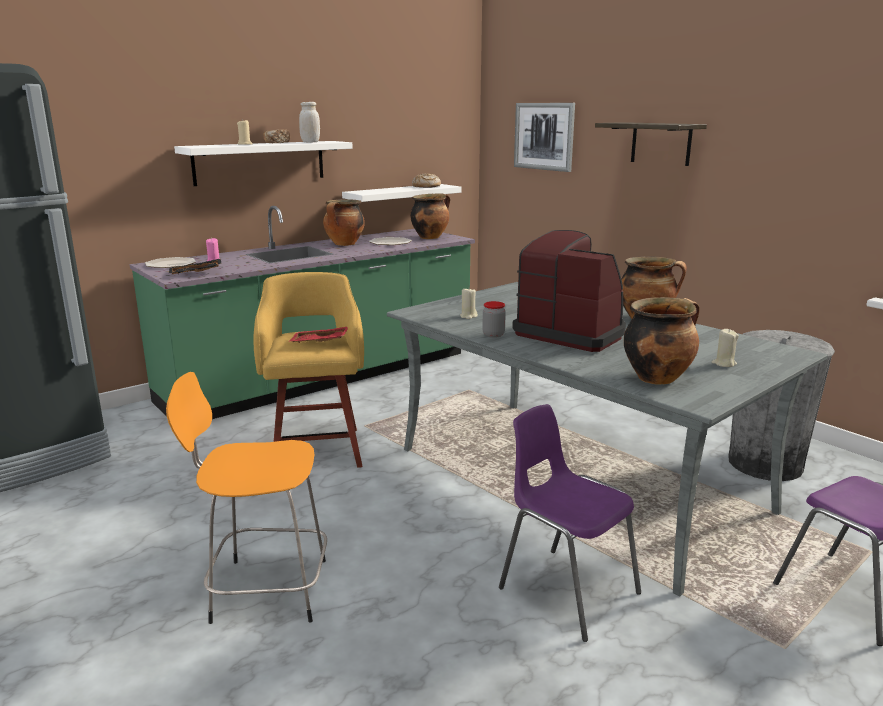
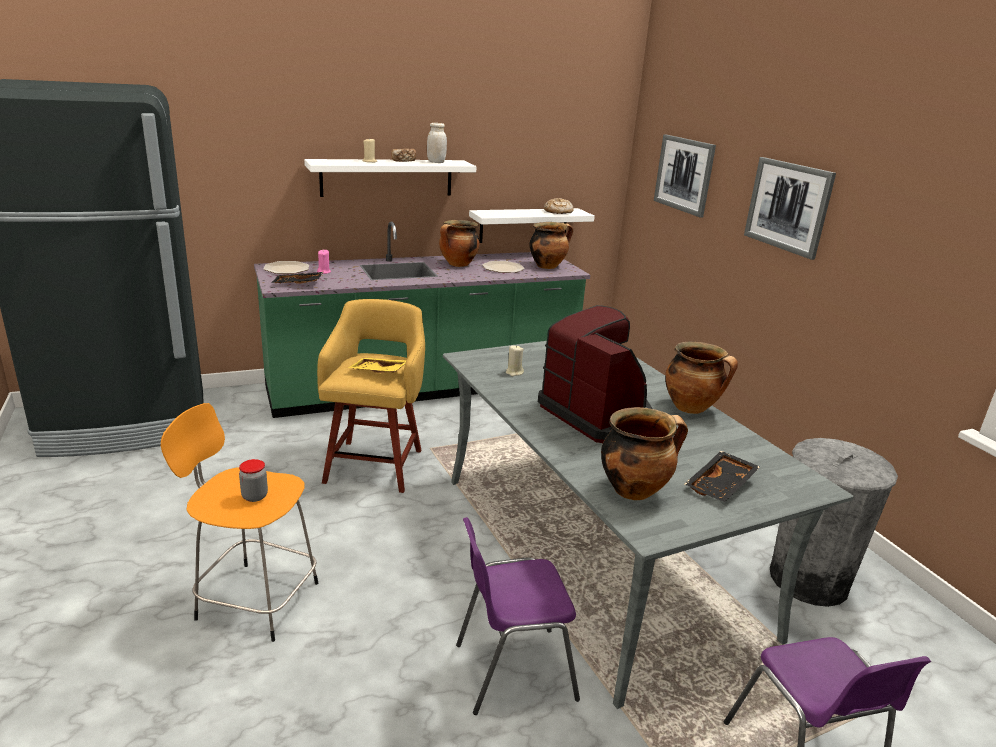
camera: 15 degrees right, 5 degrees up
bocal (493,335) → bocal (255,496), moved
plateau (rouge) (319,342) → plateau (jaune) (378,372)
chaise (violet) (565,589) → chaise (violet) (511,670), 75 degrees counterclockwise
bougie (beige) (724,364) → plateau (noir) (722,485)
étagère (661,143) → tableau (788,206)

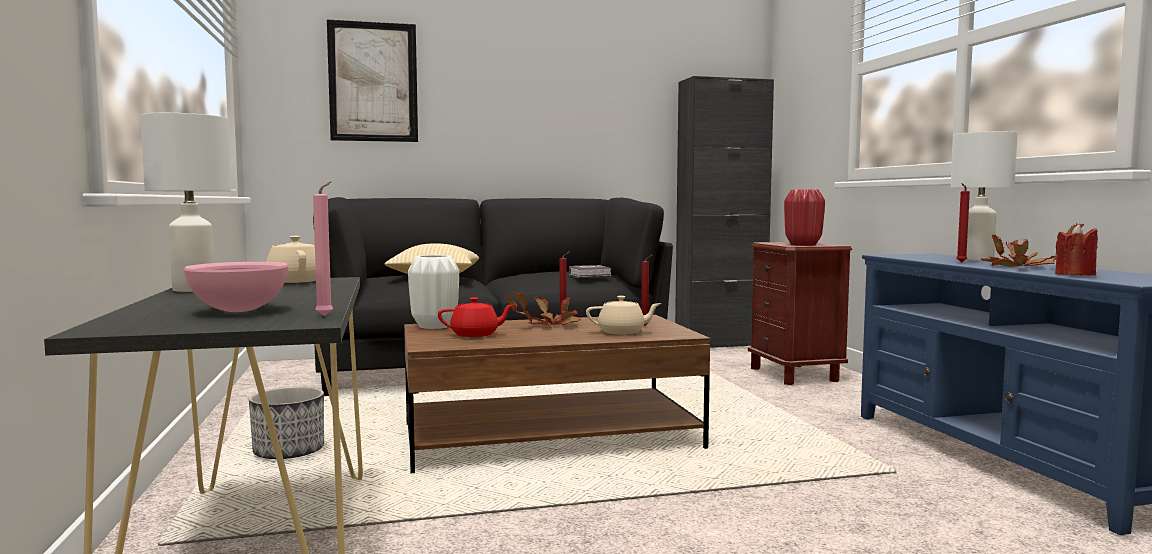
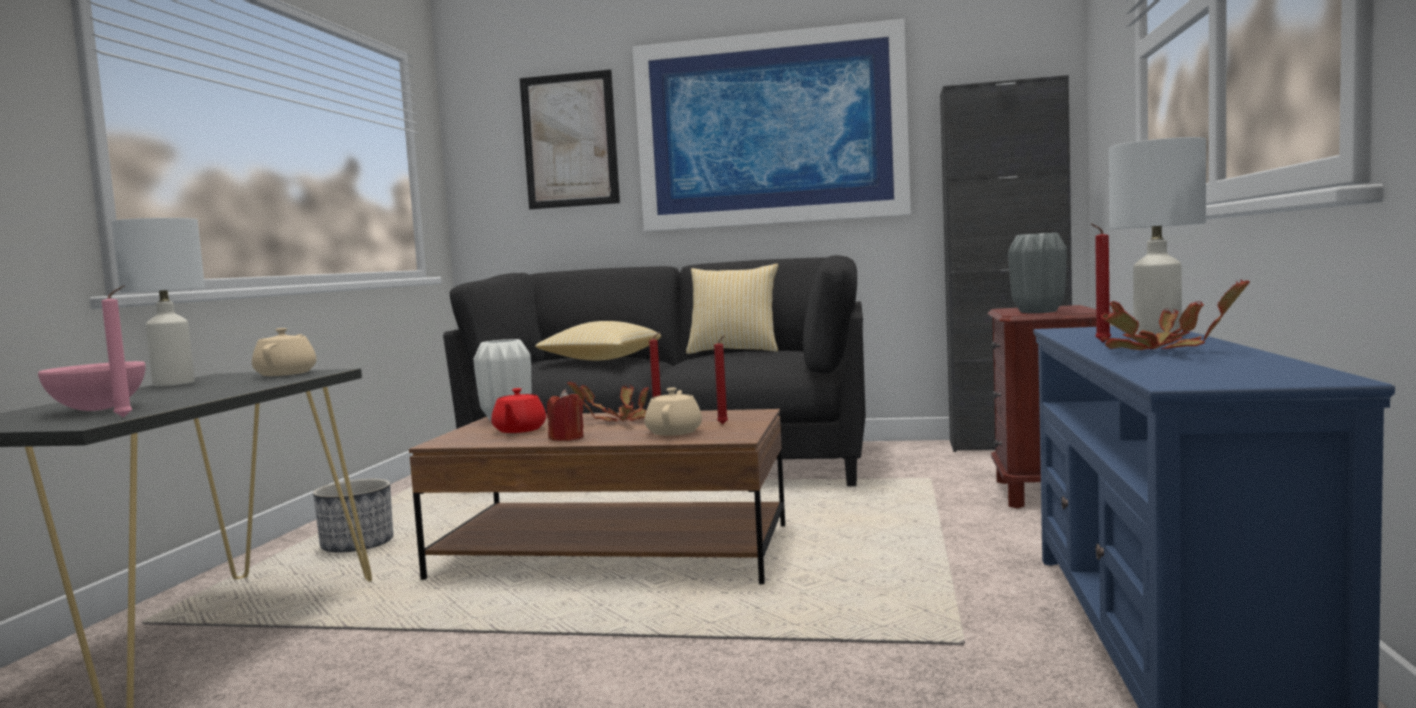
camera: 25 degrees right, 0 degrees up
théière (rouge) (476,334) → théière (rouge) (519,430), 75 degrees clockwise
bougie (rouge) (1075,275) → bougie (rouge) (567,438), moved
- → tableau (770,130)
théière (beige) (622,332) → théière (beige) (674,432), 105 degrees counterclockwise
- → coussin (735,351)
vase (rouge) (803,245) → vase (gris) (1037,312)
livre (591,276) → -

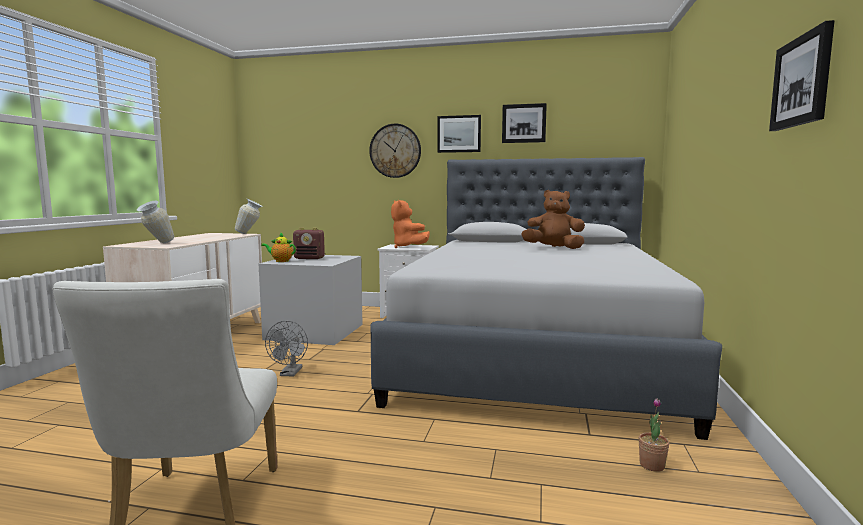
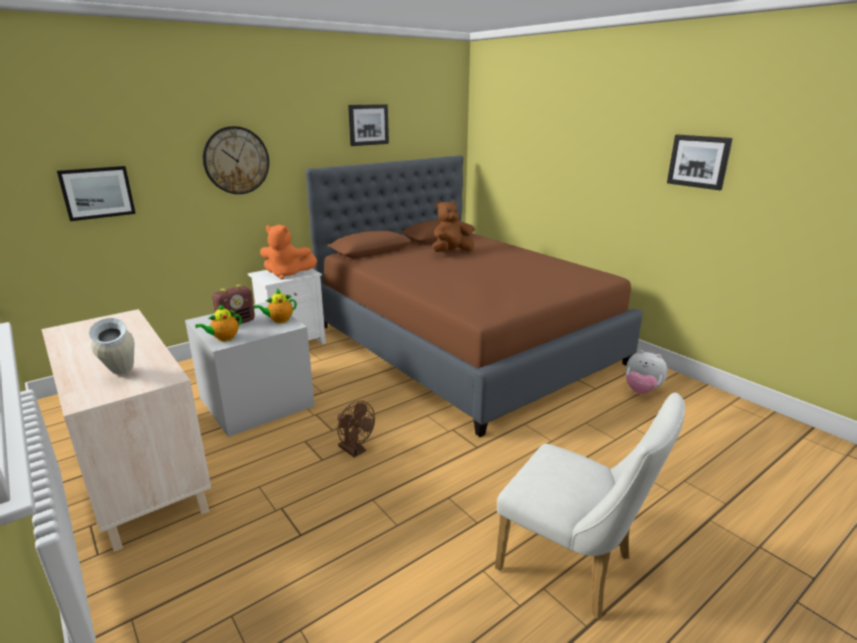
camera: 50 degrees left, 15 degrees up
tableau (459,134) → tableau (97,192), moved
- → théière (279,320)
lit (gris) (535,354) → lit (marron) (464,344)
ventilateur (gris) (290,373) → ventilateur (marron) (355,451)
plante en pot (652,465) → peluche (641,391)
vase (250,233) → -

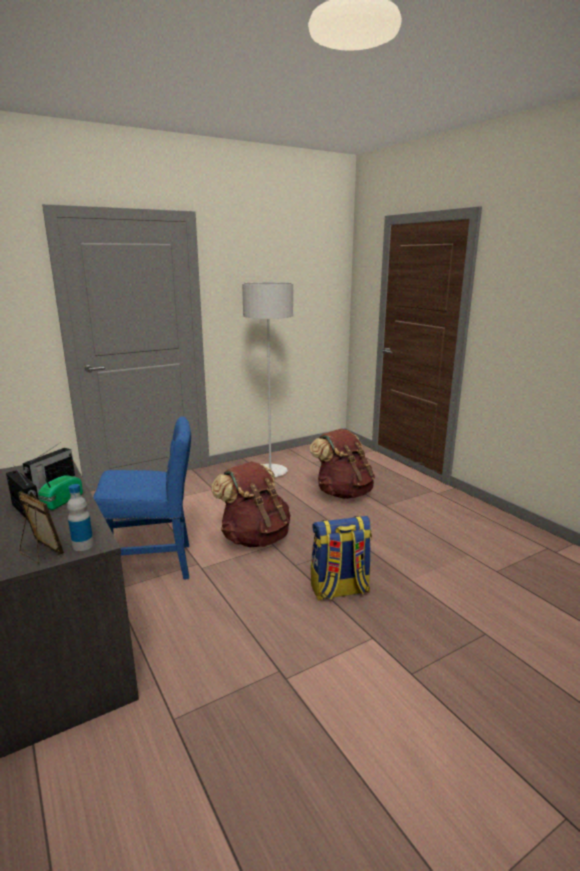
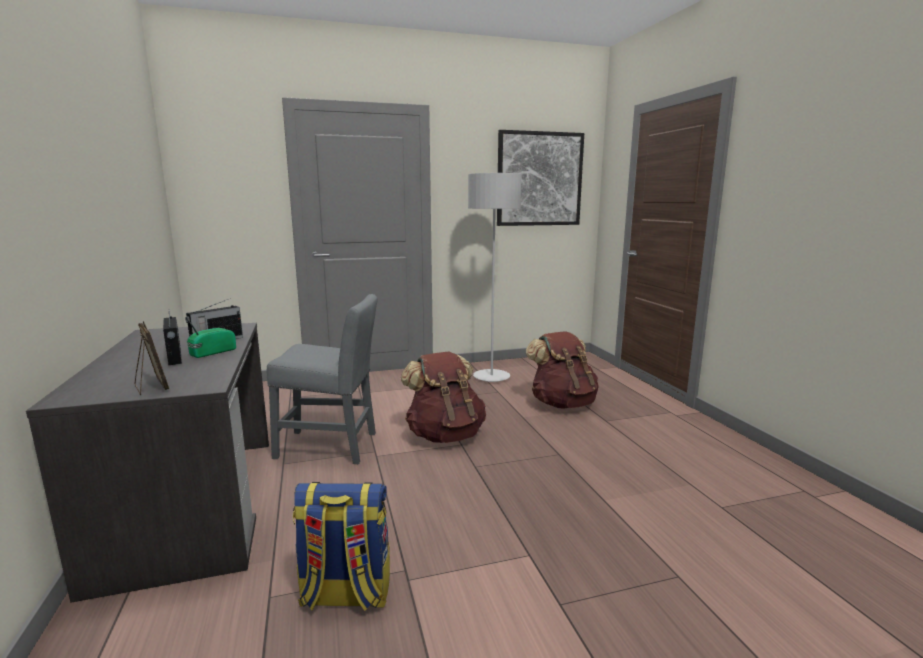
camera: 15 degrees right, 5 degrees down
chaise (bleu) (153,564) → chaise (gris) (332,446)
sac à dos (339,590) → sac à dos (345,594), moved
- → tableau (539,179)
bouteille (83,545) → -

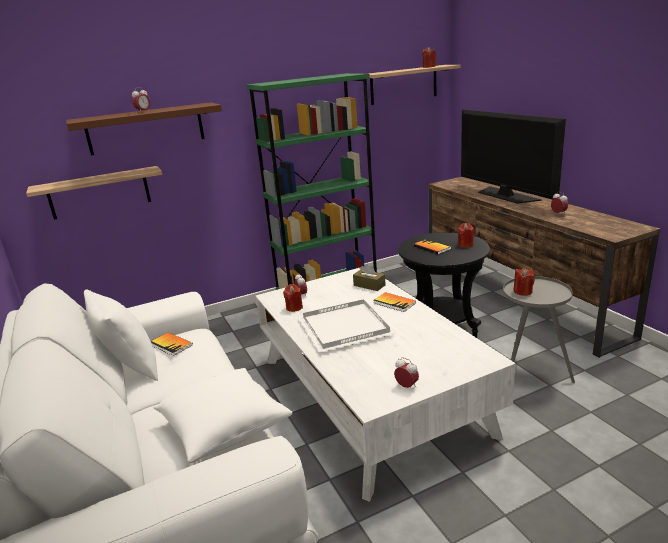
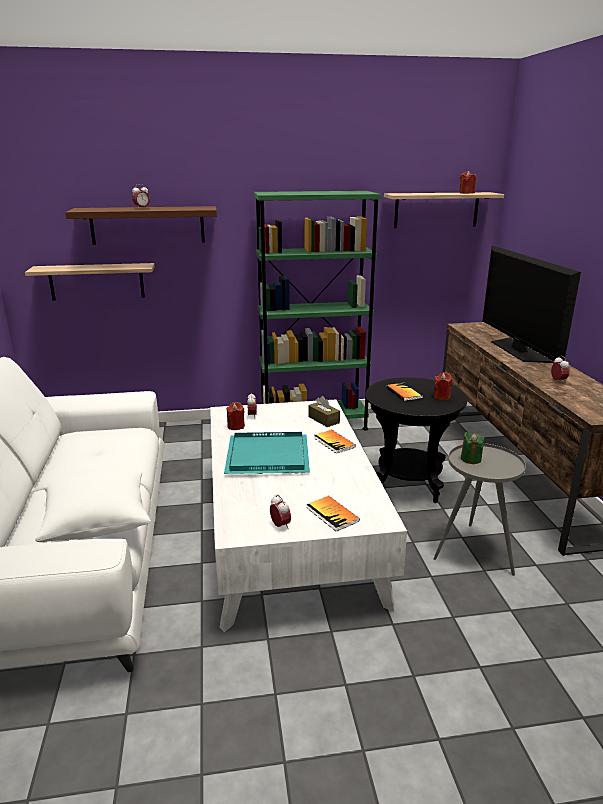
camera: 15 degrees right, 0 degrees up
plateau (blanc) (347,328) → plateau (turquoise) (269,457)
livre (171,345) → livre (332,514), moved
bougie (rouge) (523,291) → bougie (vert) (471,459)
coussin (blanc) (130,368) → -

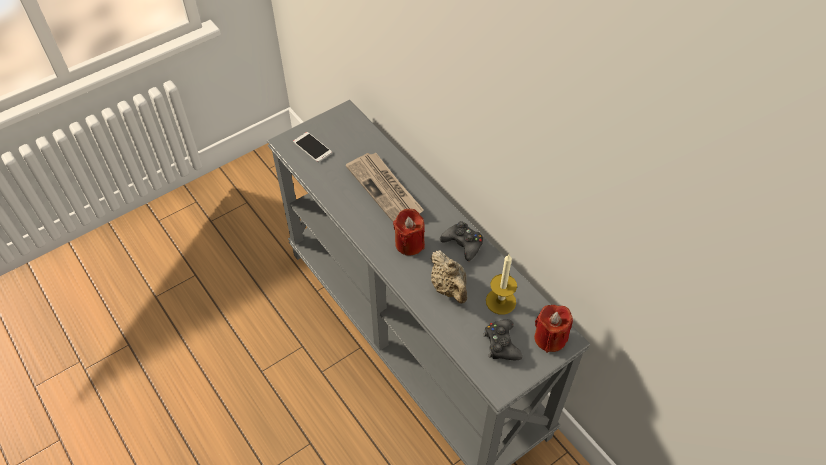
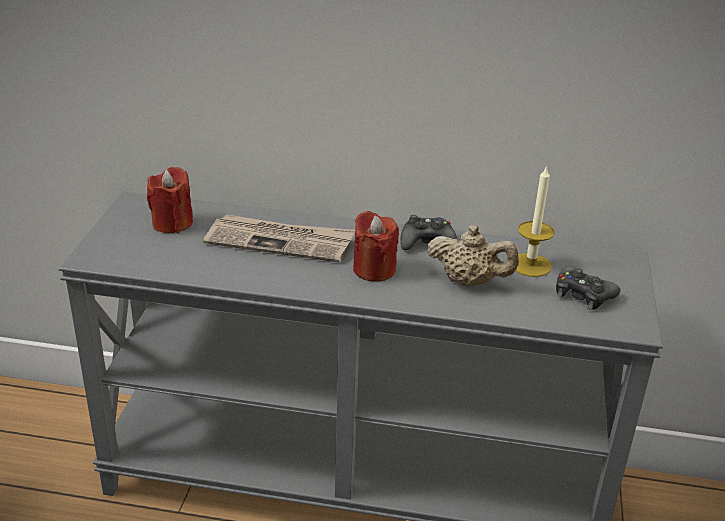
camera: 45 degrees left, 20 degrees down
bougie (rouge) (550,338) → bougie (rouge) (172,223), moved
téléphone (312,147) → -

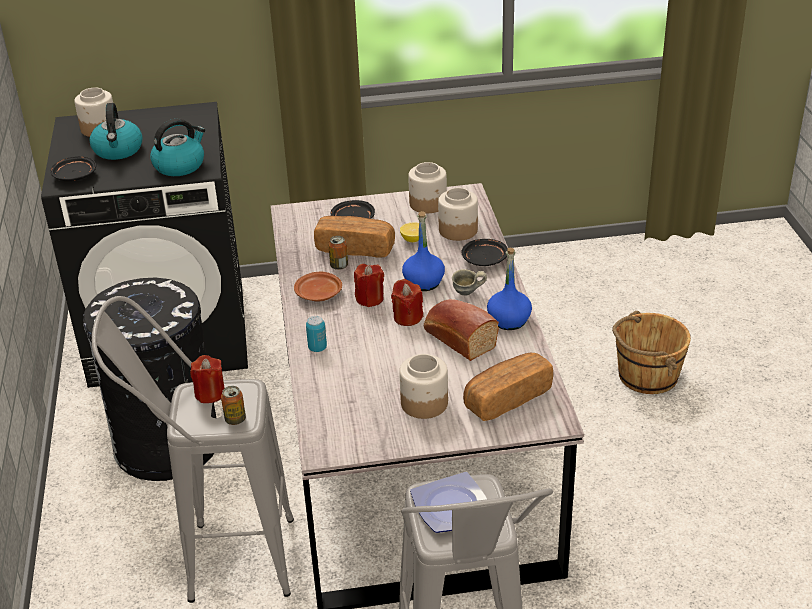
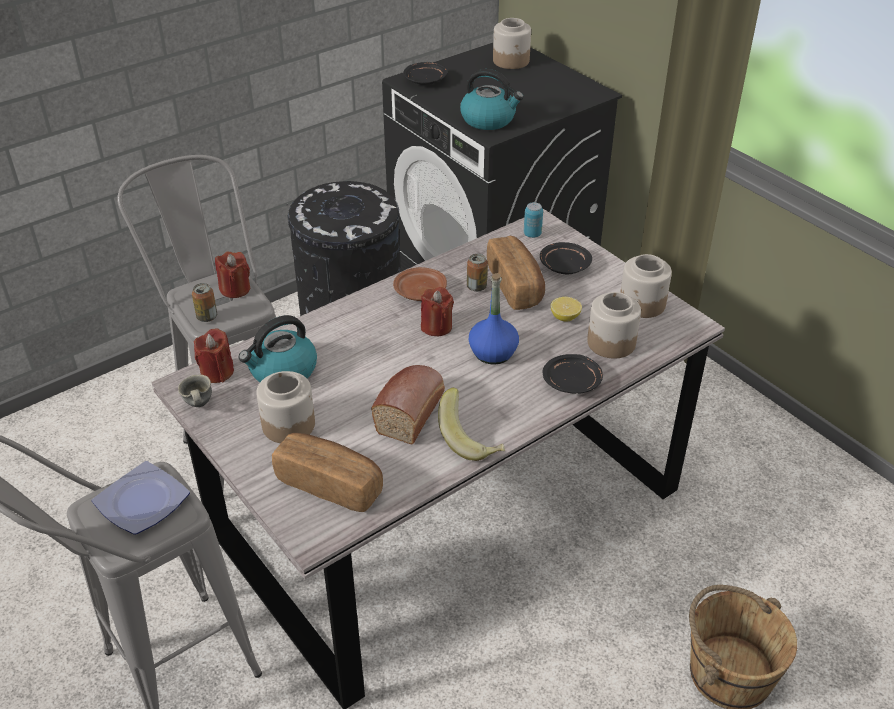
camera: 60 degrees right, 5 degrees up
mug (gris) (467,294) → mug (gris) (197,405), moved
bougie (rouge) (407,317) → bougie (rouge) (217,372), moved
bouilloire (118,150) → bouilloire (282,371), moved
bouteille (bleu) (509,320) → banane (471,439)
boîte métallique (317,348) → boîte métallique (532,234), moved

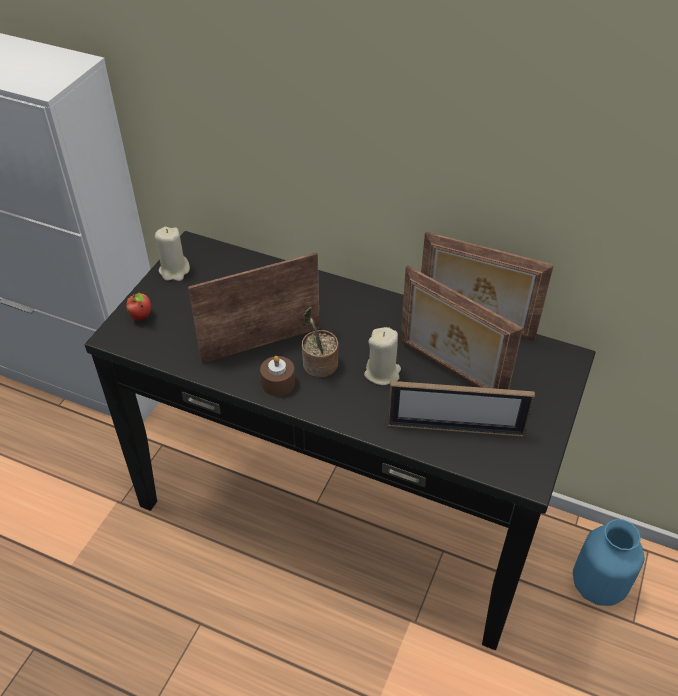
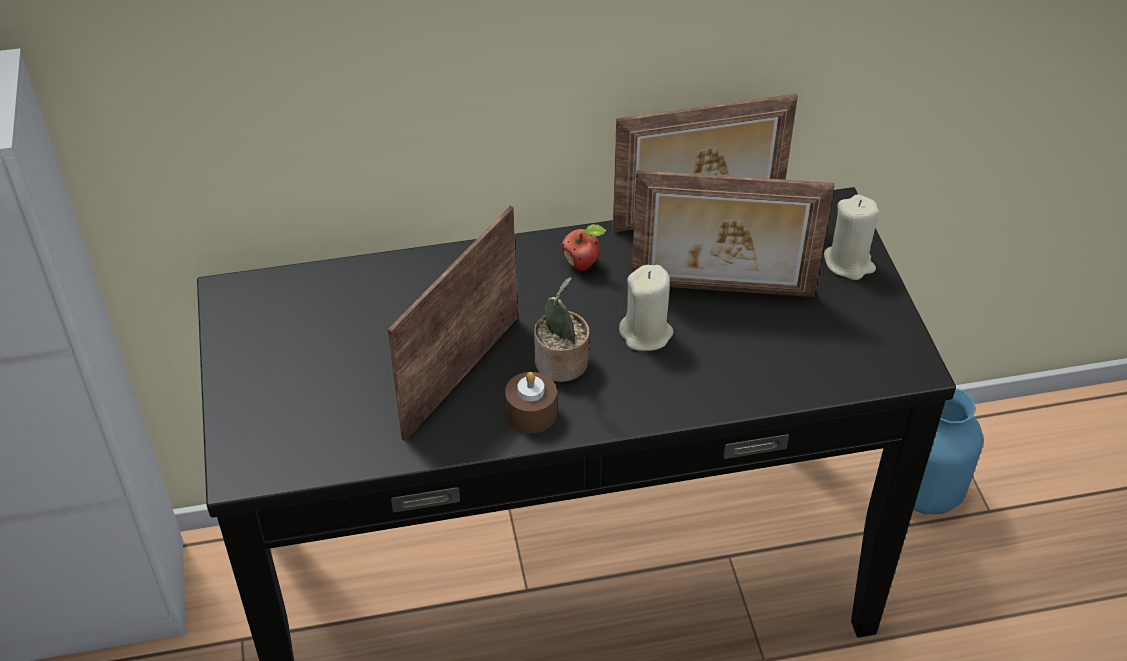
camera: 35 degrees left, 0 degrees up
pomme (142,317) → pomme (583,264), moved
bougie (beige) (174,270) → bougie (beige) (849,263), moved
cadre photo (455,429) → -

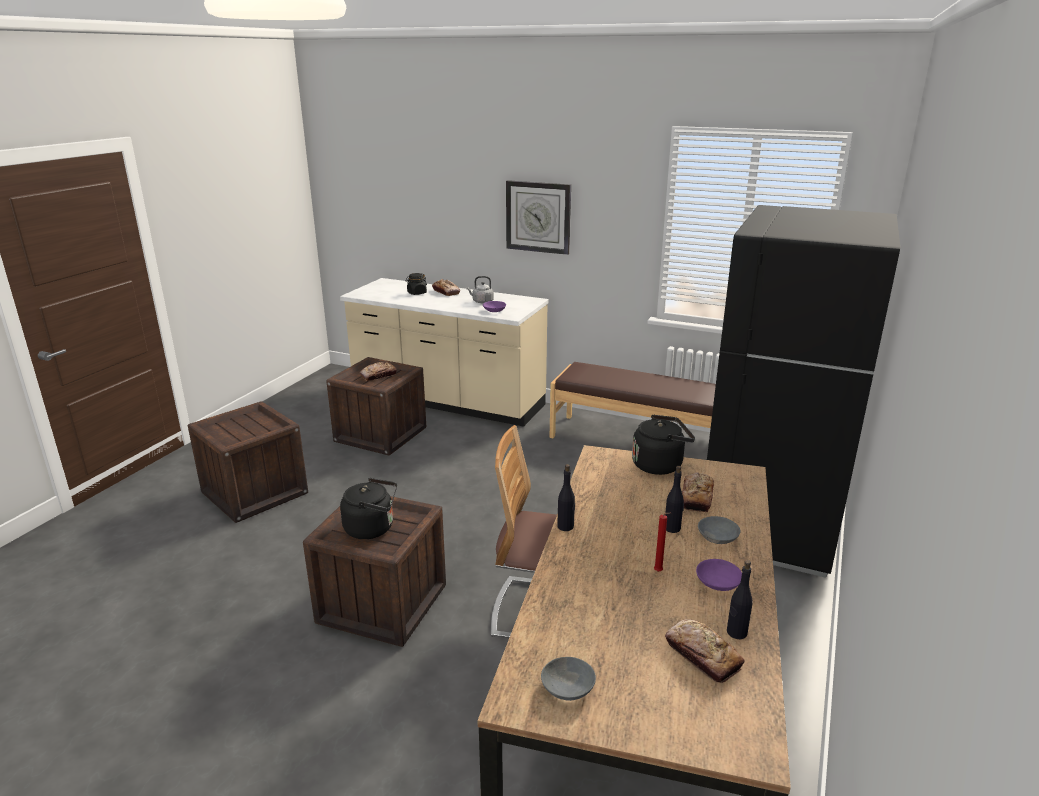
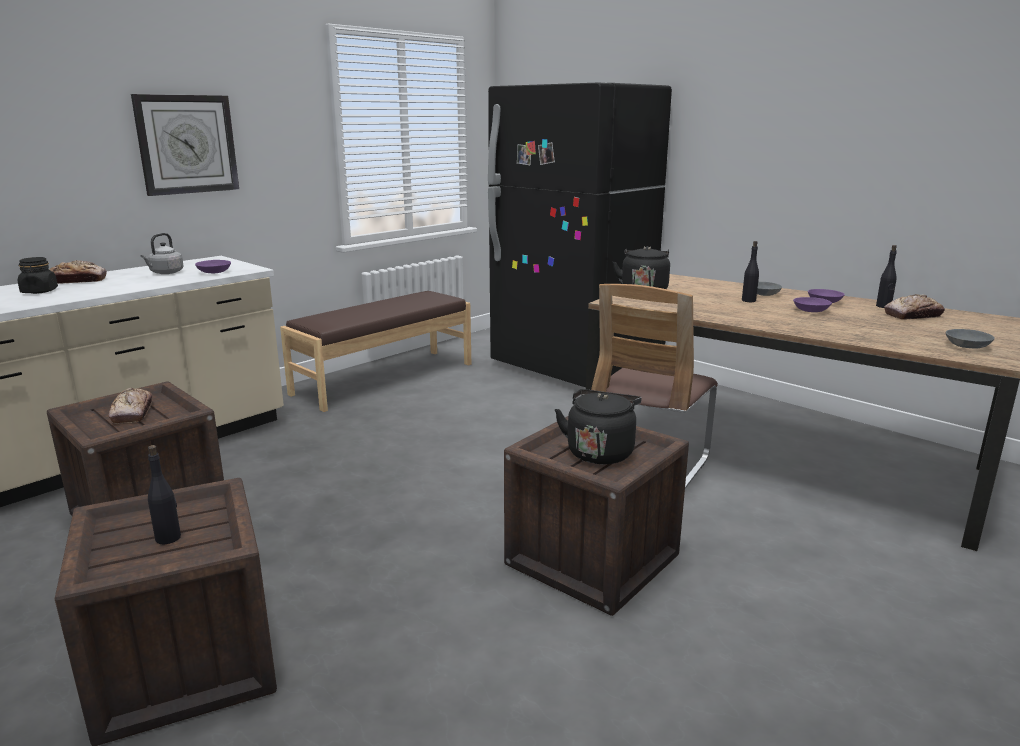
camera: 70 degrees left, 5 degrees down
bouteille (noir) (565,526) → bouteille (noir) (168,538), moved
bougie (rouge) (659,572) → bol (violet) (811,310)
pain (696,497) → -

